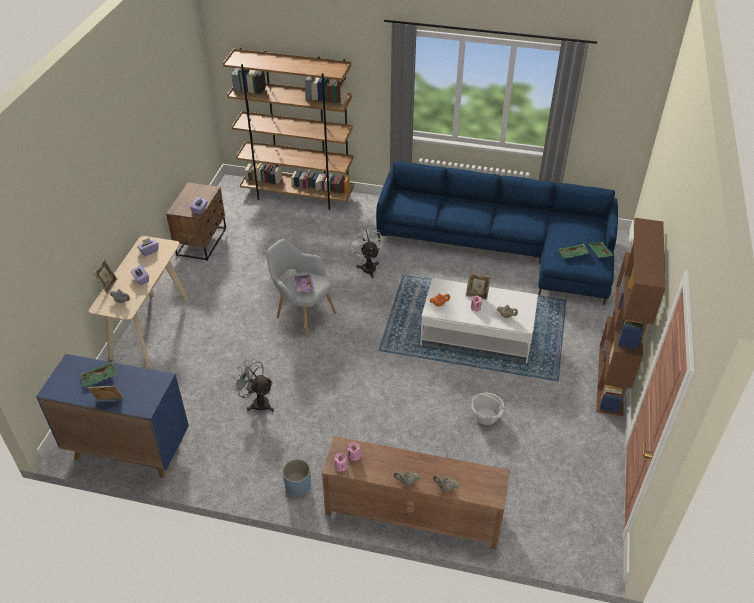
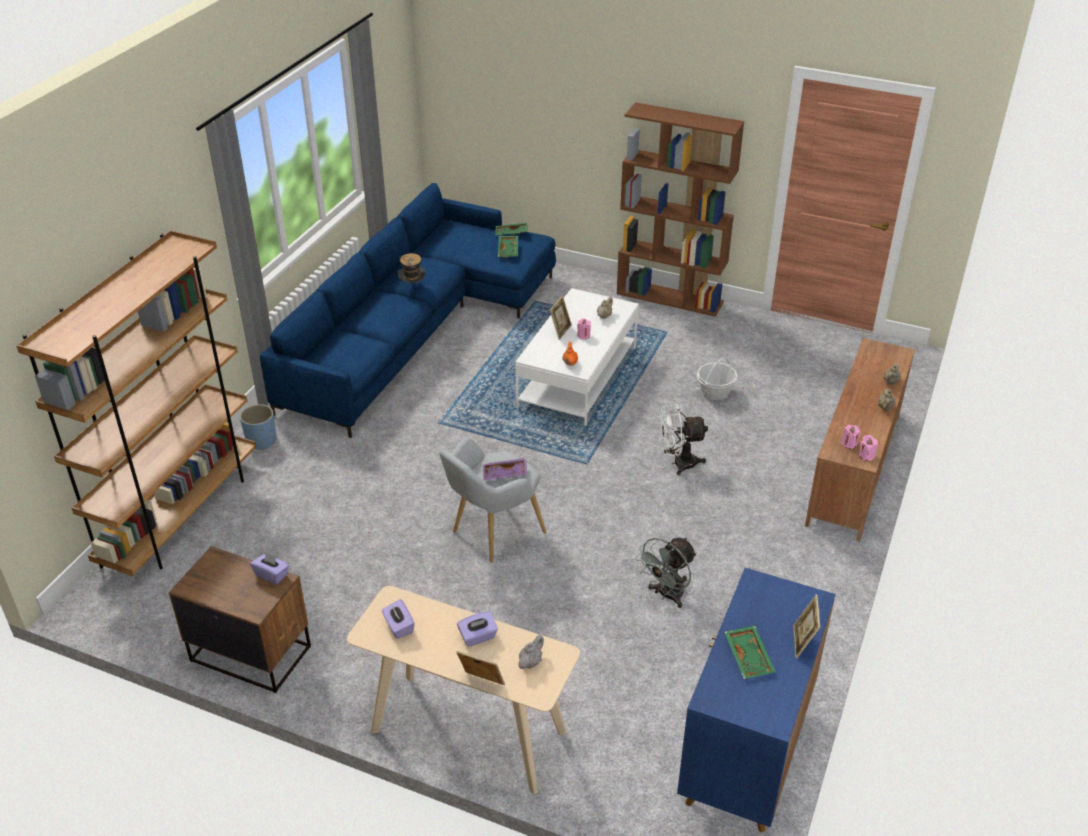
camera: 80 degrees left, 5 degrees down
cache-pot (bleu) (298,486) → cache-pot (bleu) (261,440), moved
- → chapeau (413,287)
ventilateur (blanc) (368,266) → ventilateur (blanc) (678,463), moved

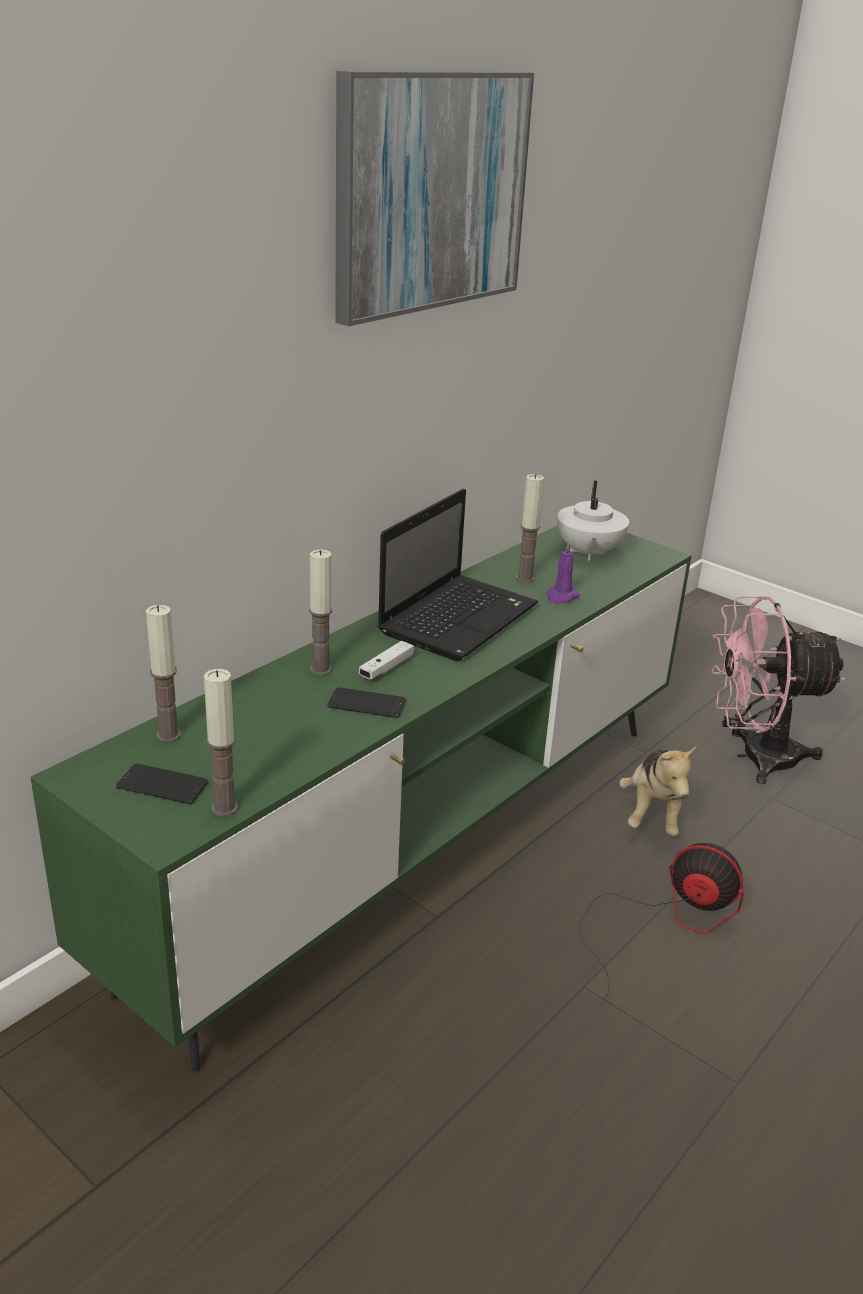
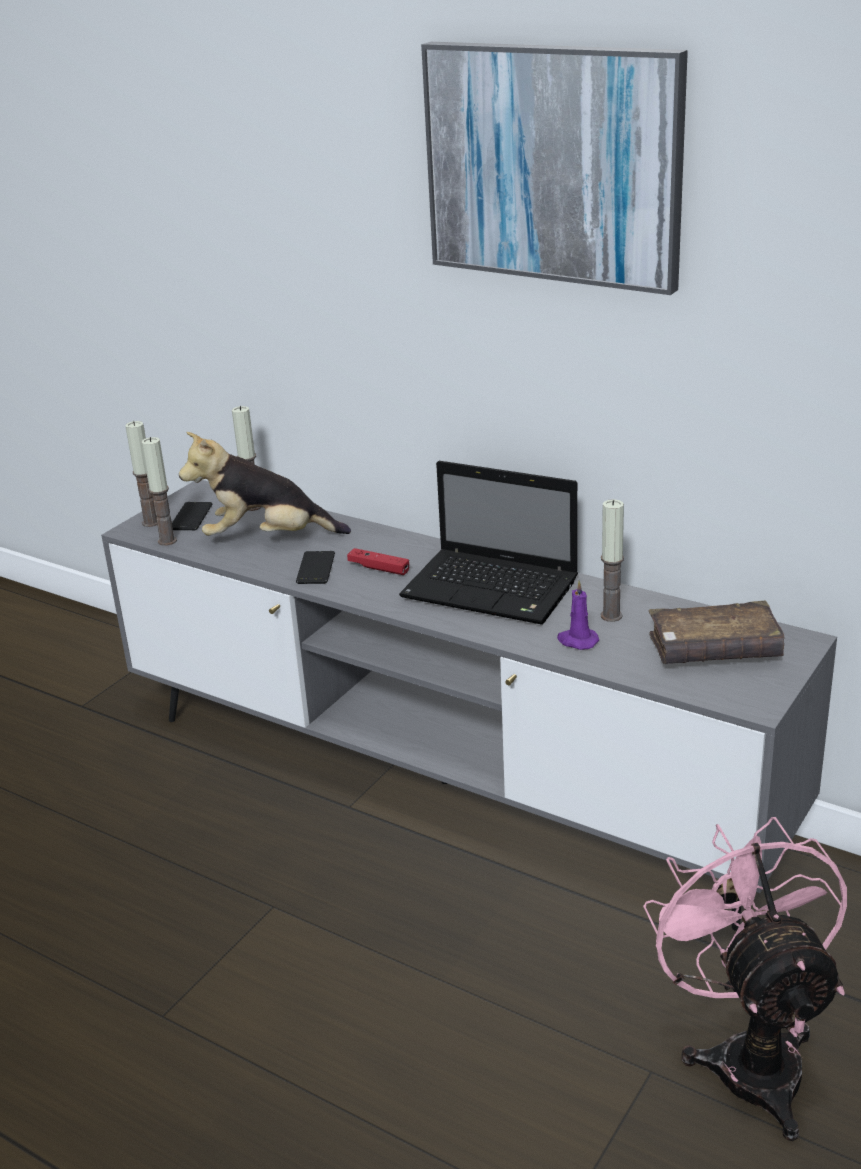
camera: 85 degrees right, 0 degrees up
meuble télé (vert) (417,846) → meuble télé (gris) (444,782)
bougie (320,669) → bougie (151,522), moved
peluche (653,813) → peluche (266,539), moved
manette (blanc) (386,668) → manette (rouge) (378,568)
théière (blanc) (588,553) → livre (marron) (714,650)
ventilateur (665,922) → -

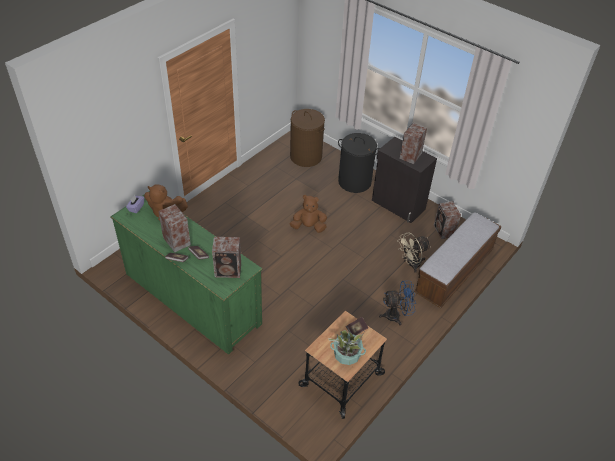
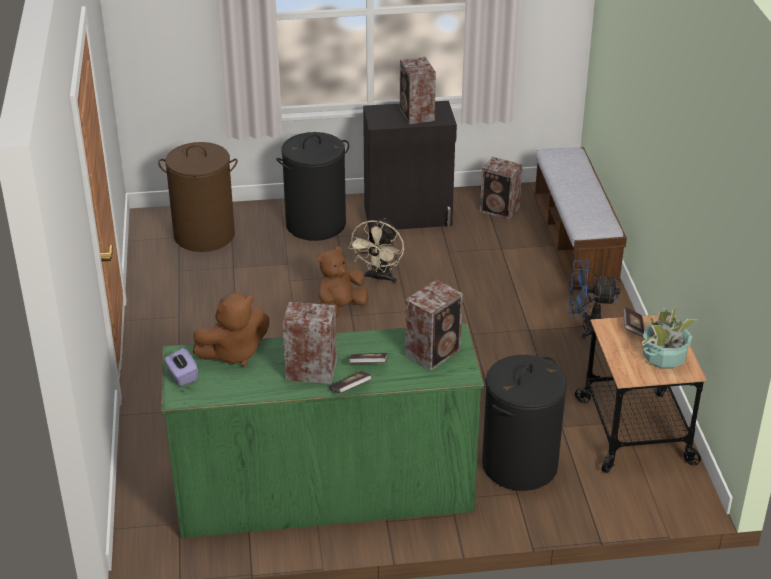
camera: 45 degrees left, 10 degrees down
ventilateur (beige) (411,264) → ventilateur (beige) (379,278), moved
- → panier à linge (noir) (519,464)
ventilateur (bleu) (396,316) → ventilateur (bleu) (587,327), 120 degrees counterclockwise

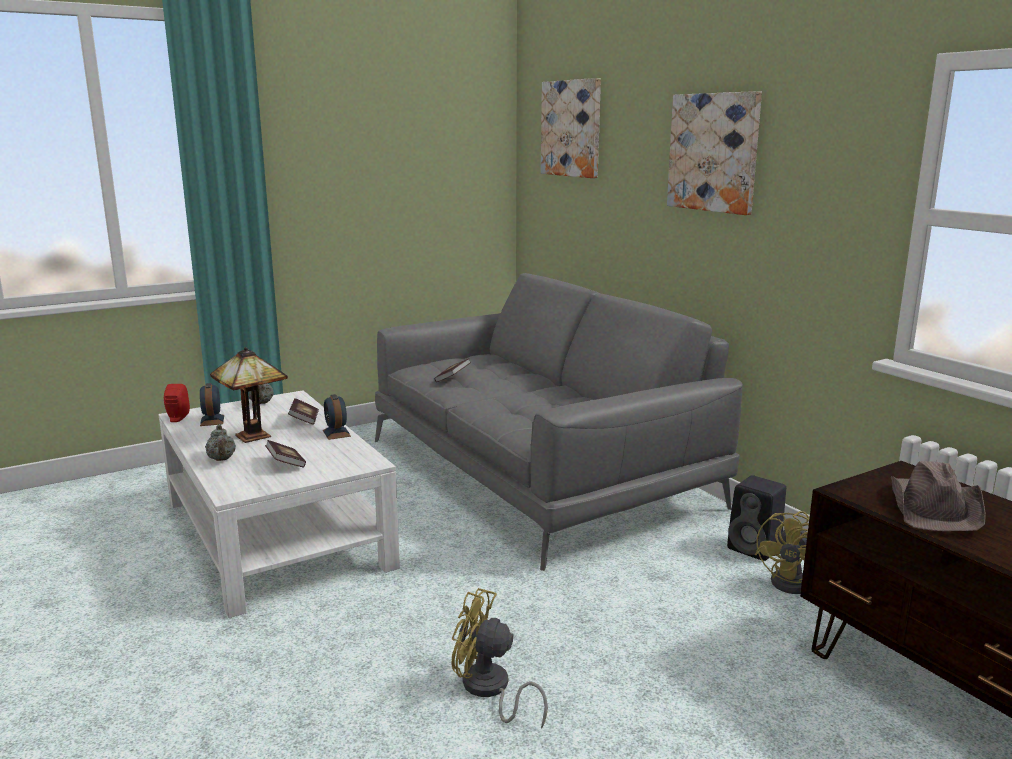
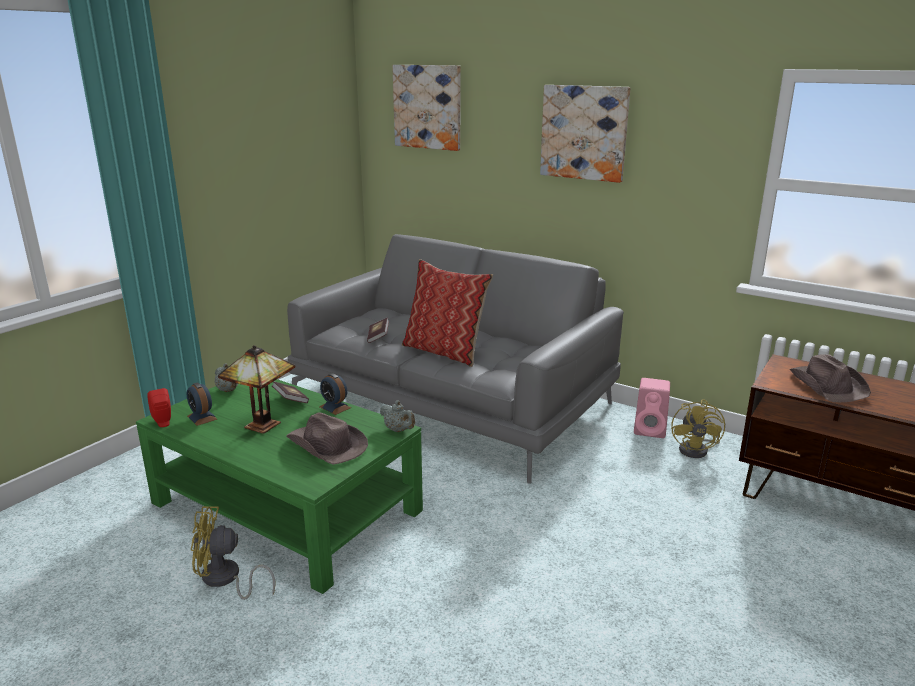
camera: 25 degrees left, 5 degrees up
table basse (blanc) (277,533) → table basse (vert) (287,507)
ventilateur (jaune) (489,690) → ventilateur (jaune) (225,580), moved
livre (286,464) → chapeau (marron) (327,446)
théière (gris) (222,459) → théière (gris) (398,430), moved
- → coussin (445,351)
enceinte (noir) (756,549) → enceinte (rose) (651,430)

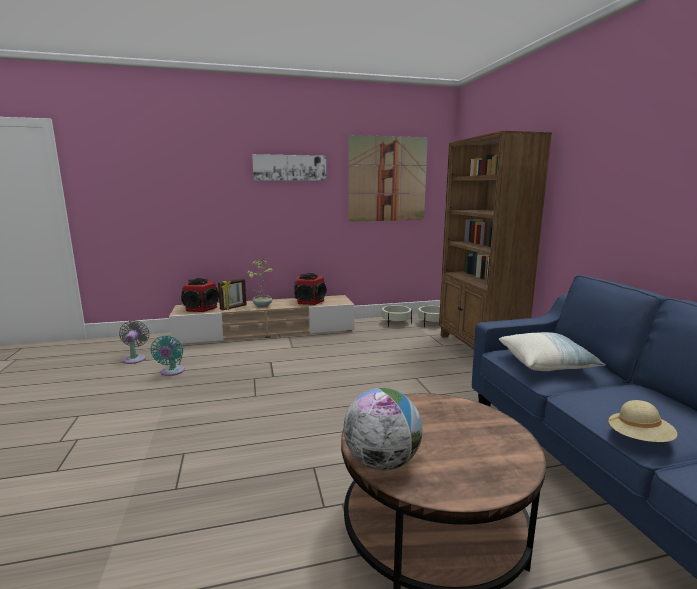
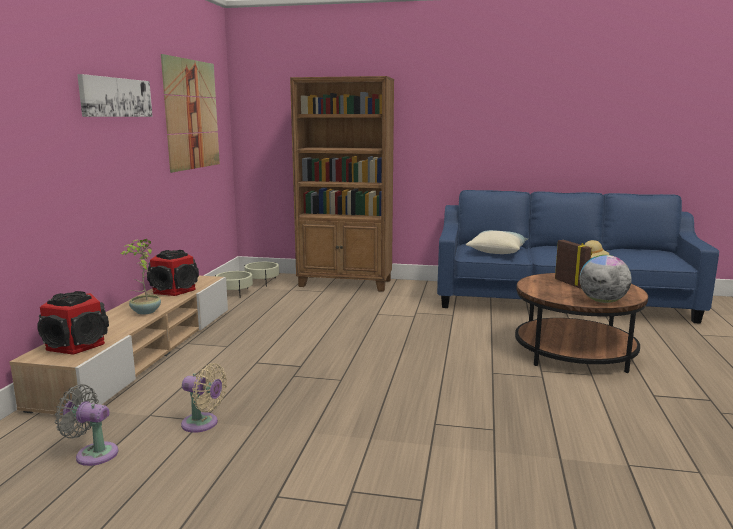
camera: 65 degrees left, 0 degrees up
ventilateur (turquoise) (171,372) → ventilateur (beige) (203,424)
cadre photo (233,307) → cadre photo (571,284), moved

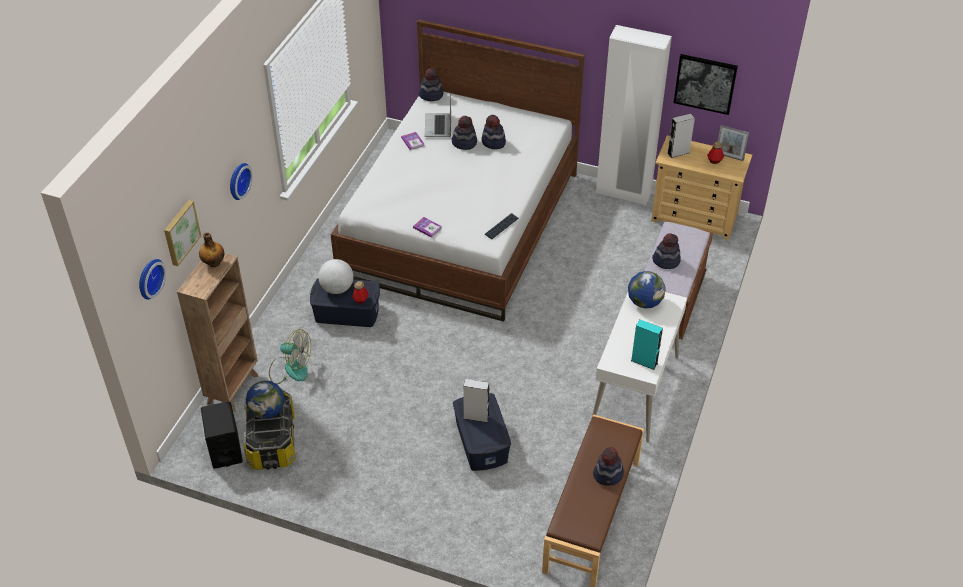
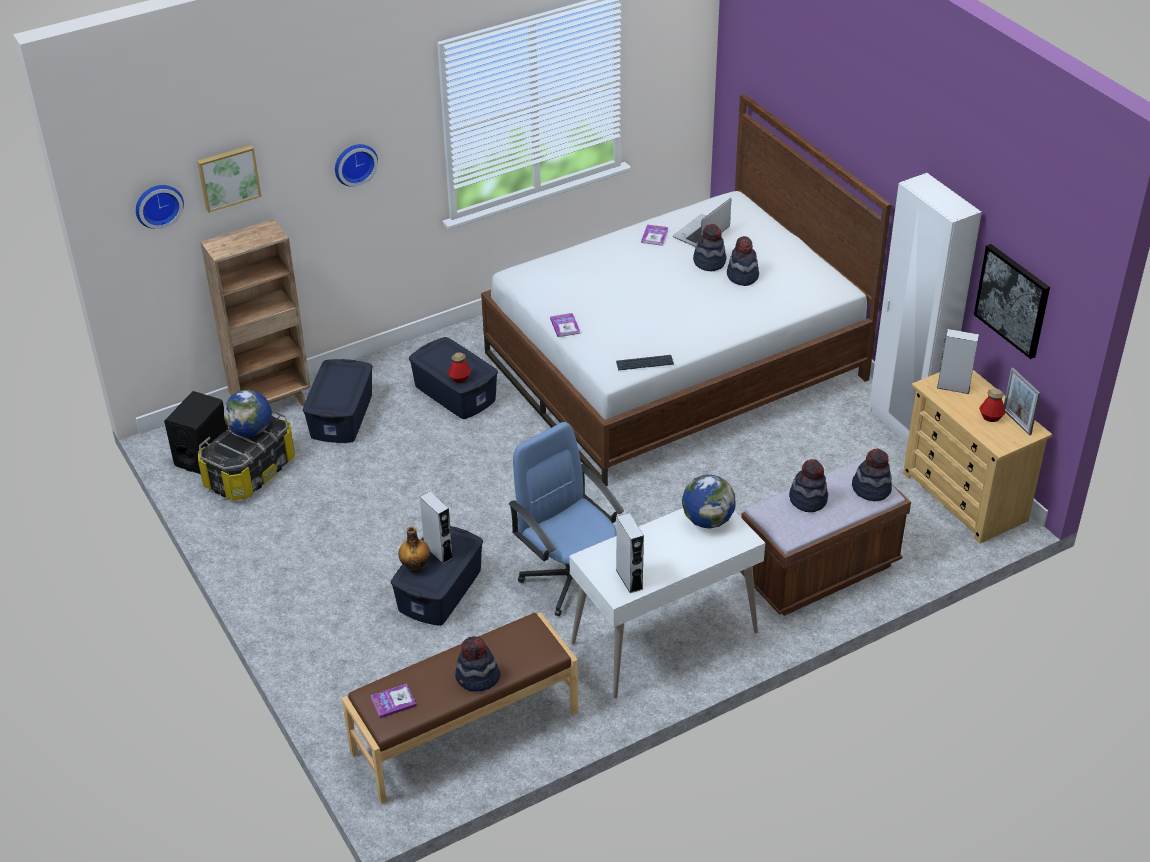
camera: 40 degrees right, 5 degrees down
ventilateur (290,368) → boîte de rangement (bleu) (342,416)
- → livre (393,702)
bouteille (214,263) → bouteille (416,566), moved
- → chaise de bureau (bleu) (571,577)
enceinte (turquoise) (644,362) → enceinte (gris) (629,579)
chapeau (431,95) → chapeau (871,489), moved
globe (337,288) → -

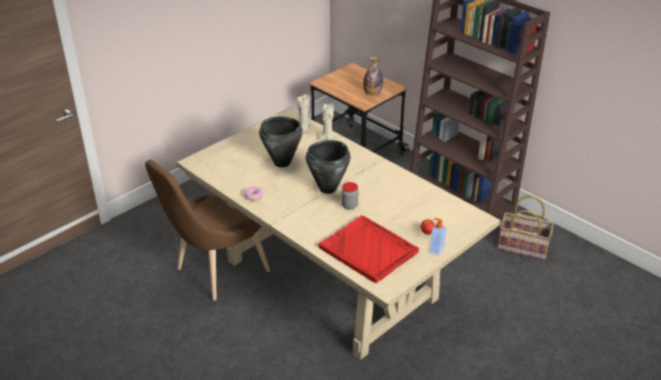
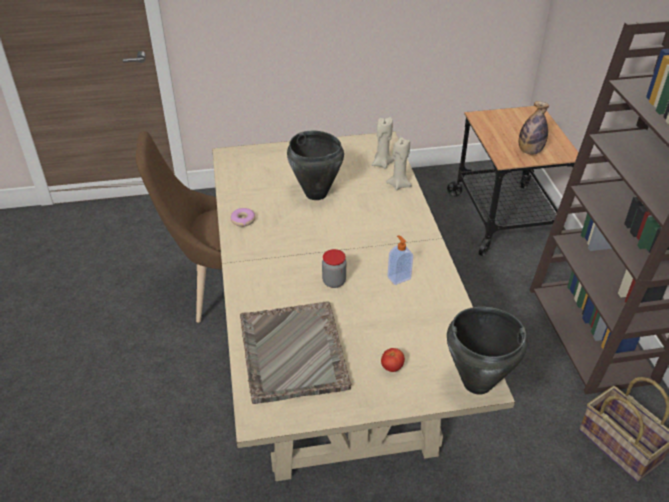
camera: 35 degrees right, 5 degrees up
plateau (rouge) (369,250) → plateau (gris) (293,353)
distributeur de savon (436,249) → distributeur de savon (398,277), moved
marmite (noir) (327,188) → marmite (noir) (476,382), moved

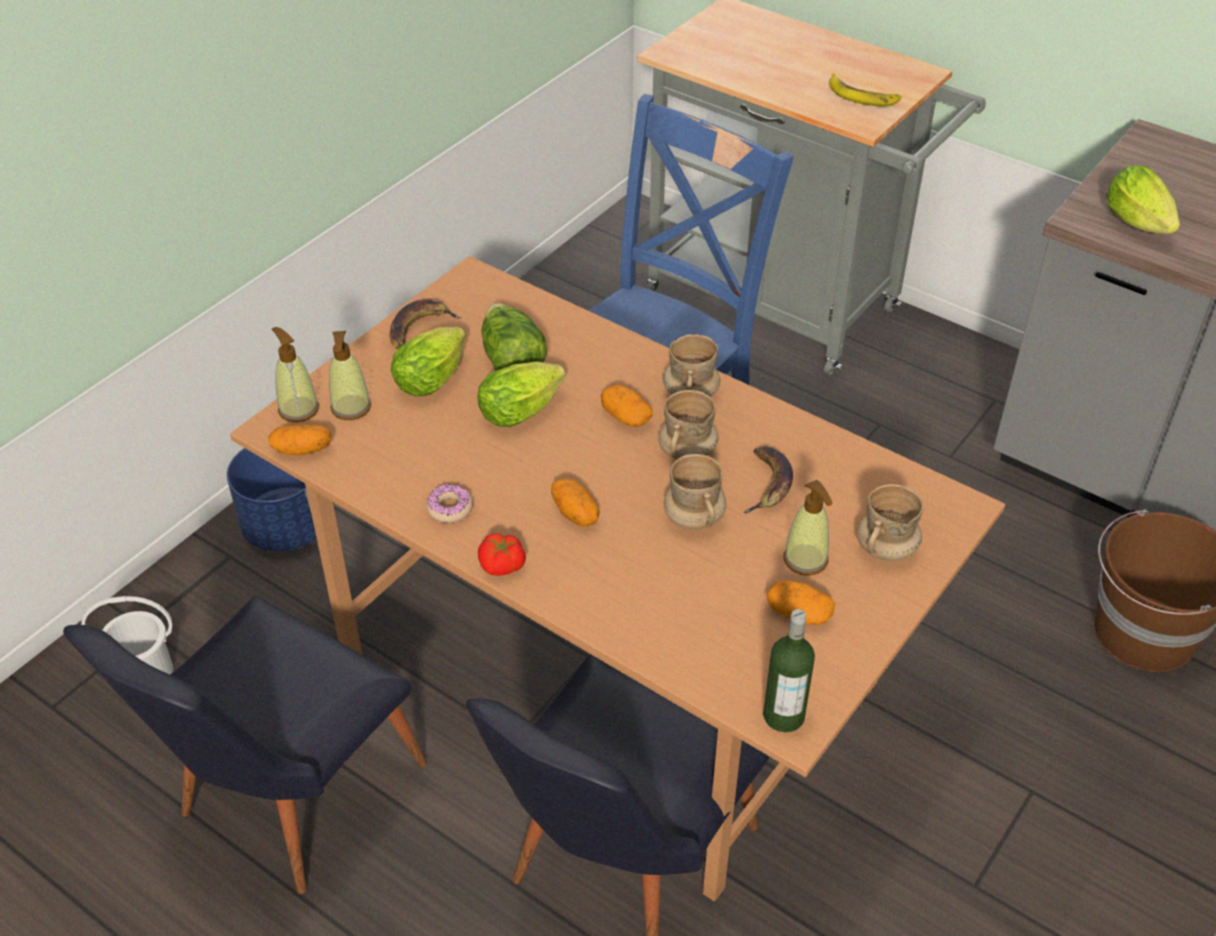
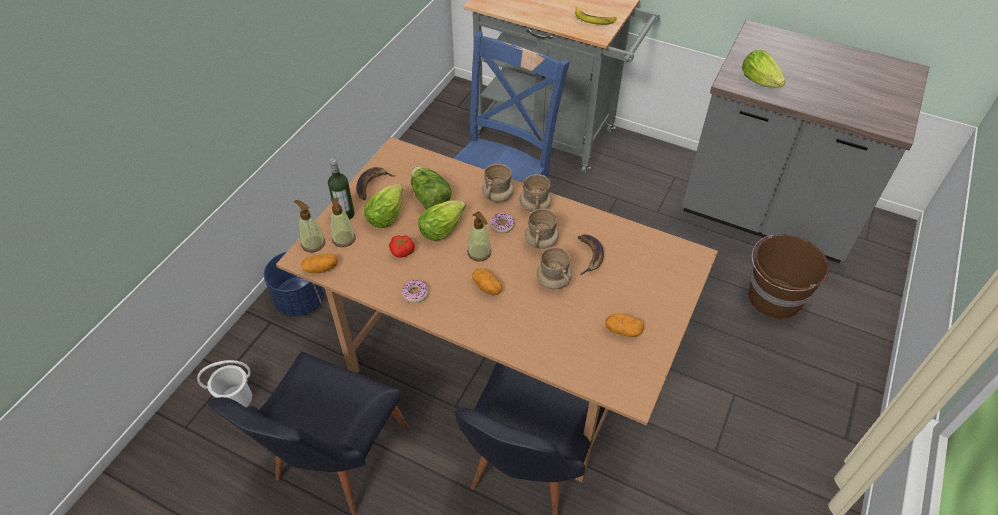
camera: 10 degrees left, 5 degrees up
bouteille (783,716) → bouteille (345,214), moved
tomate (502,565) → tomate (402,252), moved
distributeur de savon (806,560) → distributeur de savon (479,253), moved
mug (beige) (886,549) → mug (beige) (497,197), moved
pomme de terre (626,417) → beignet (502,225)

